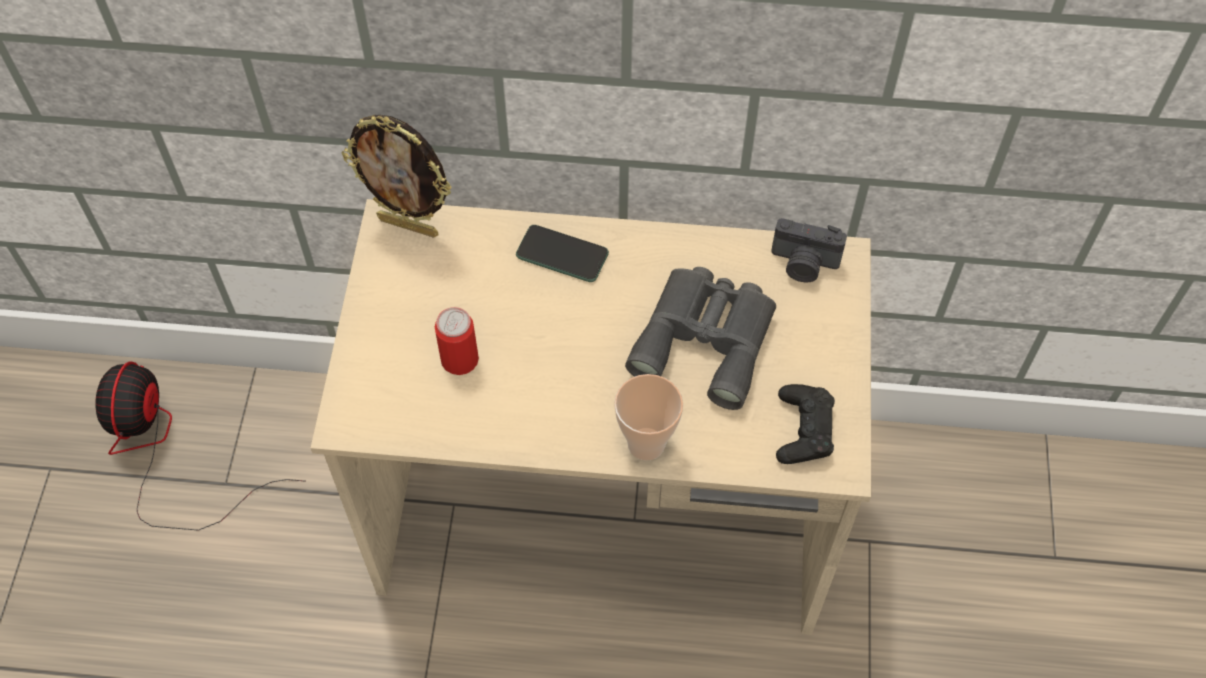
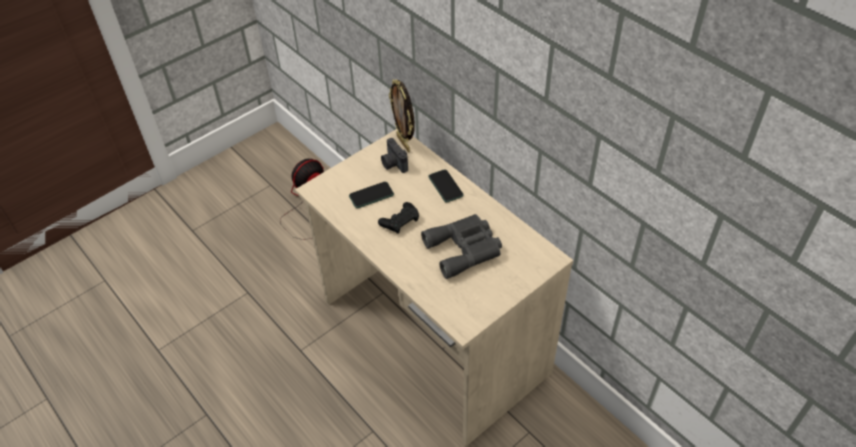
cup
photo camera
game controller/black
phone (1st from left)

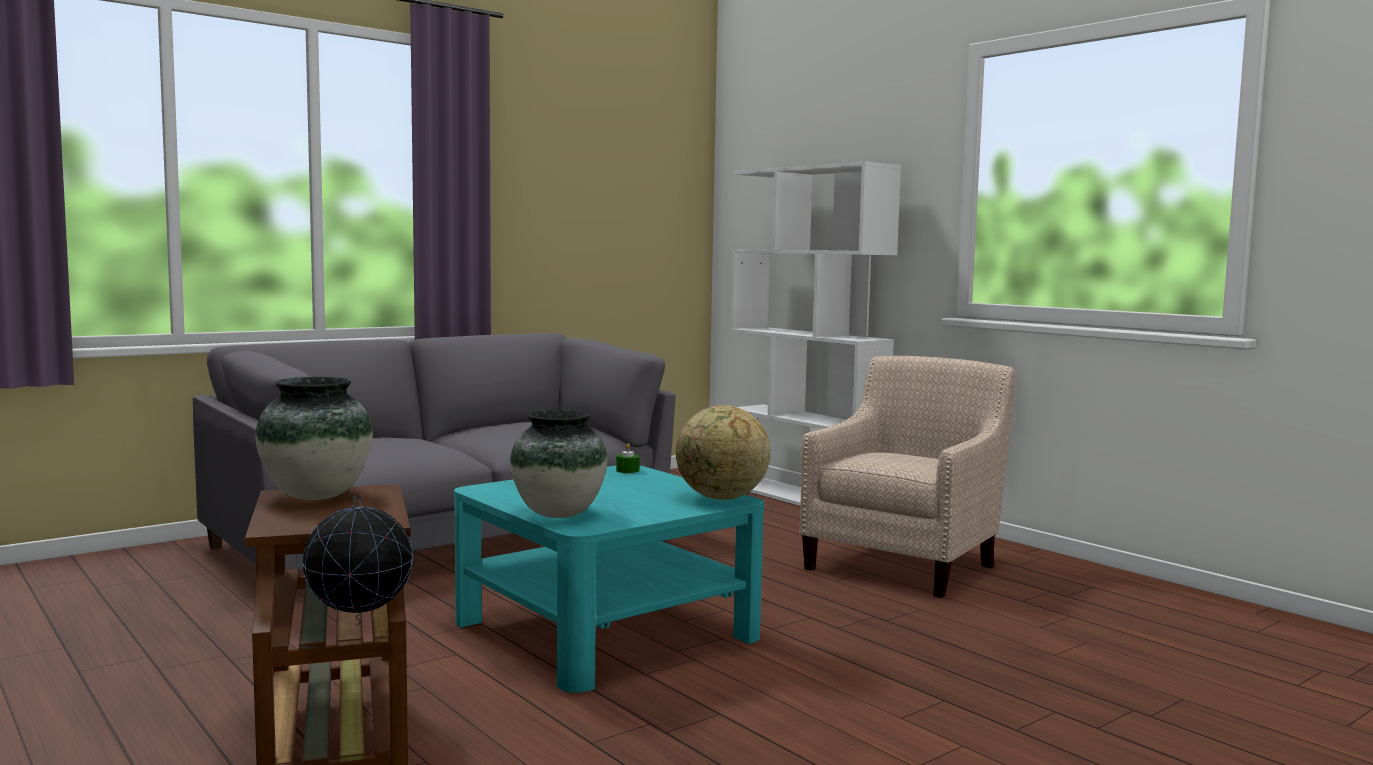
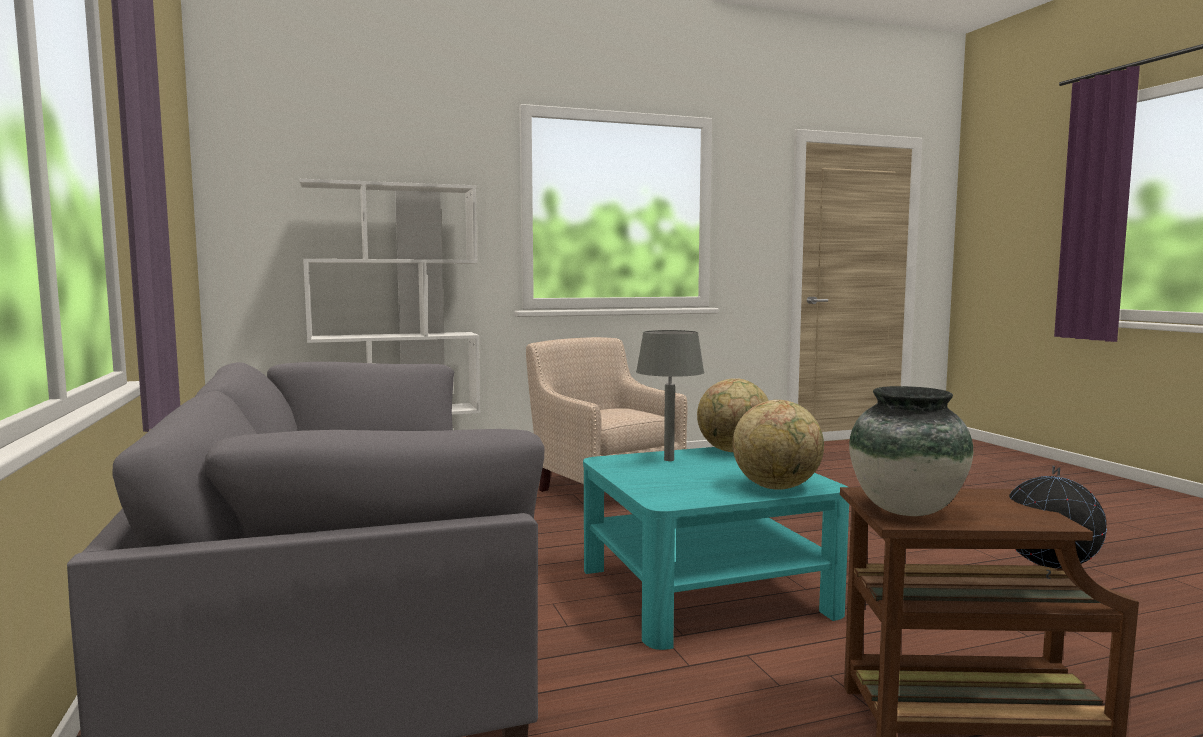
candle/green
table lamp/grey
globe (2nd from left)

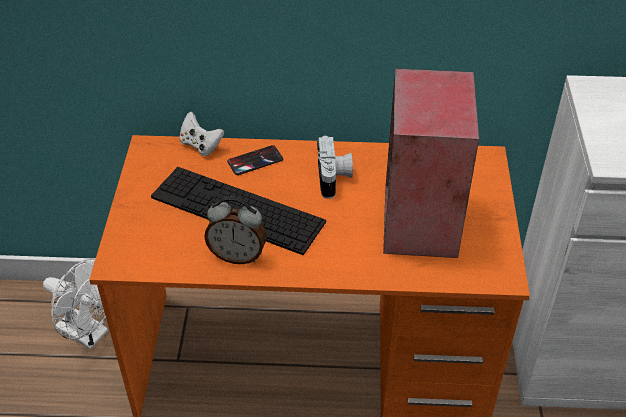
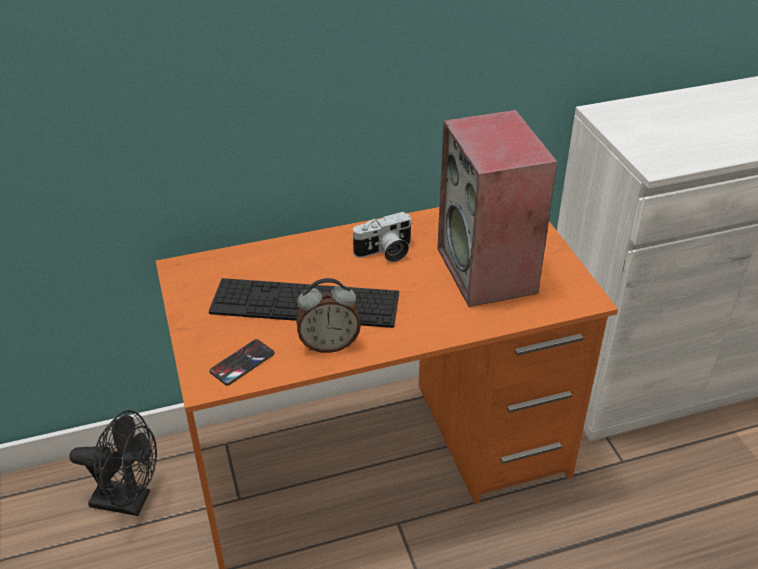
game controller/white
phone
fan/black
photo camera

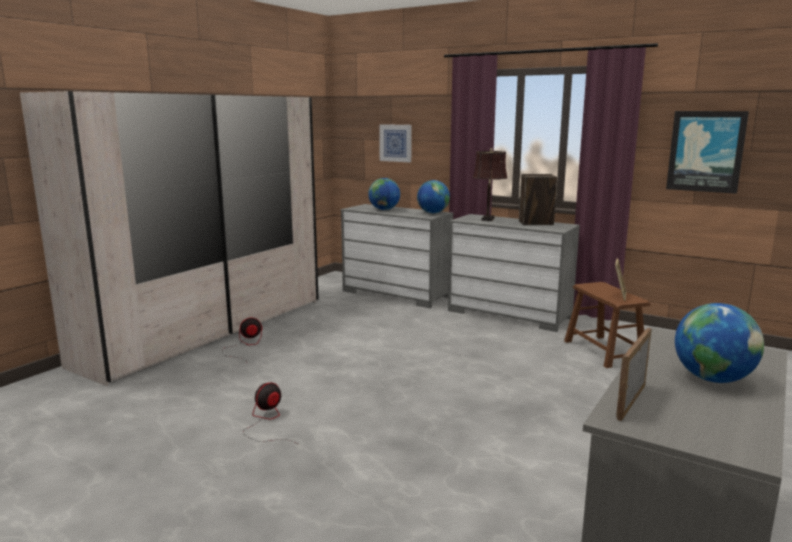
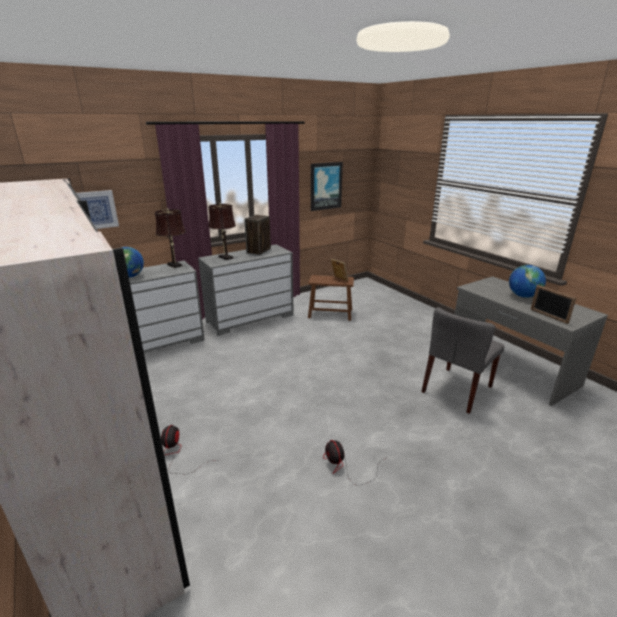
chair/grey
table lamp/brown (1st from left)

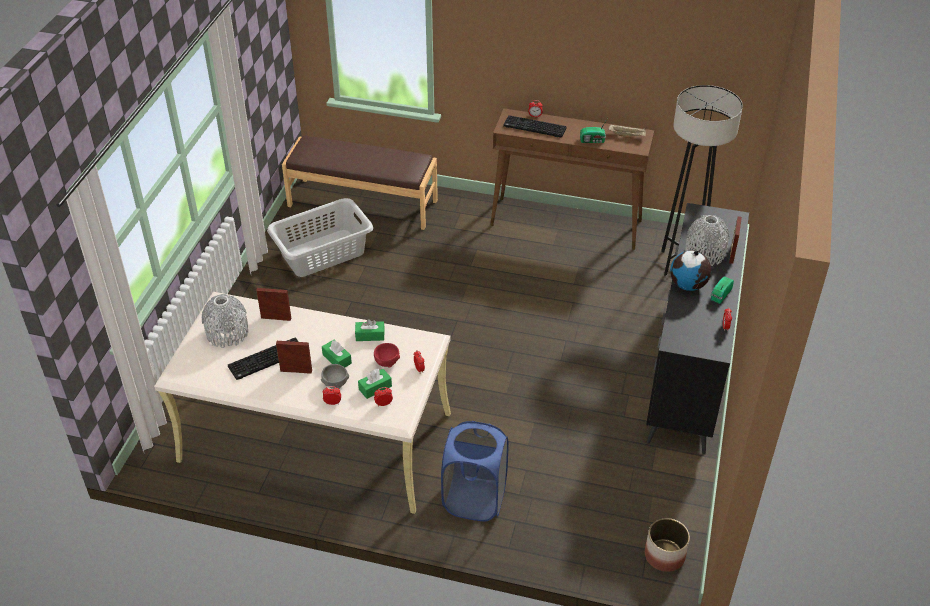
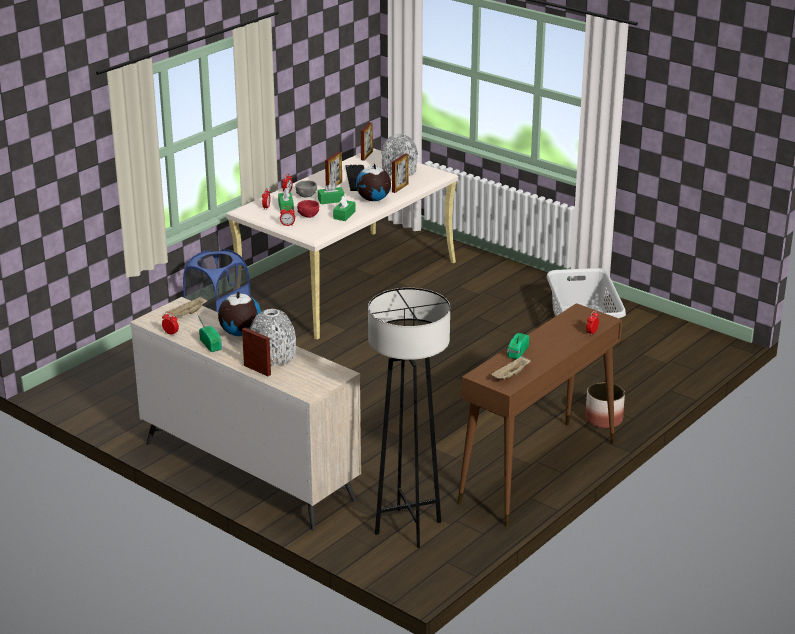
bench/brown
keyboard (2nd from left in the first image)
tray/beige (1st from left)
globe (2nd from left)
picture frame (3rd from left)
planter
dresser/beige

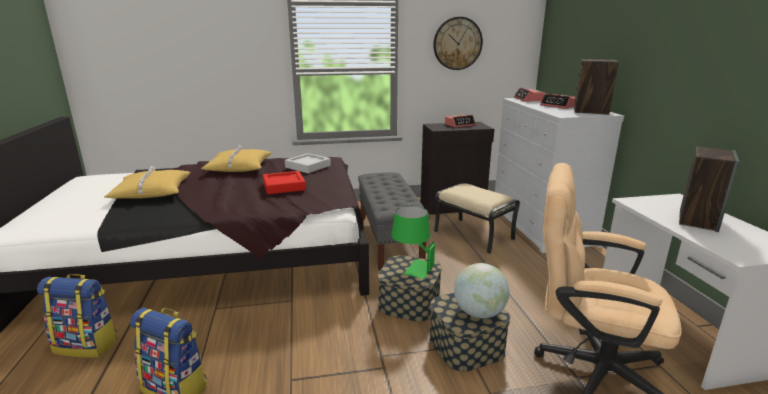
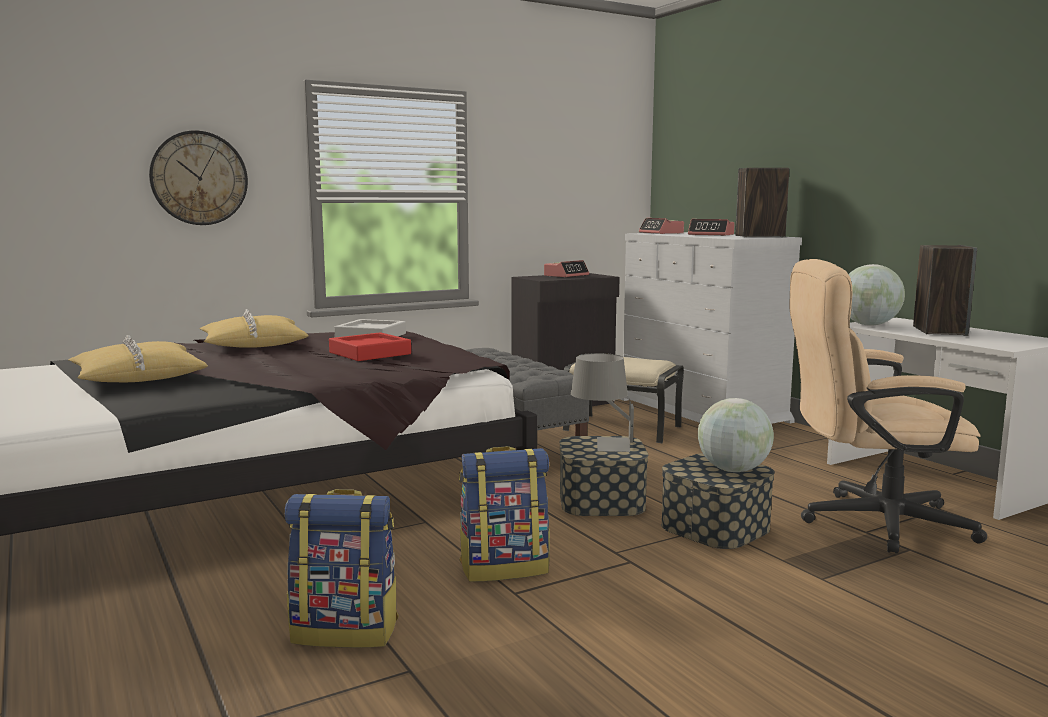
globe (2nd from left)
backpack (2nd from left)
wall clock
table lamp/grey

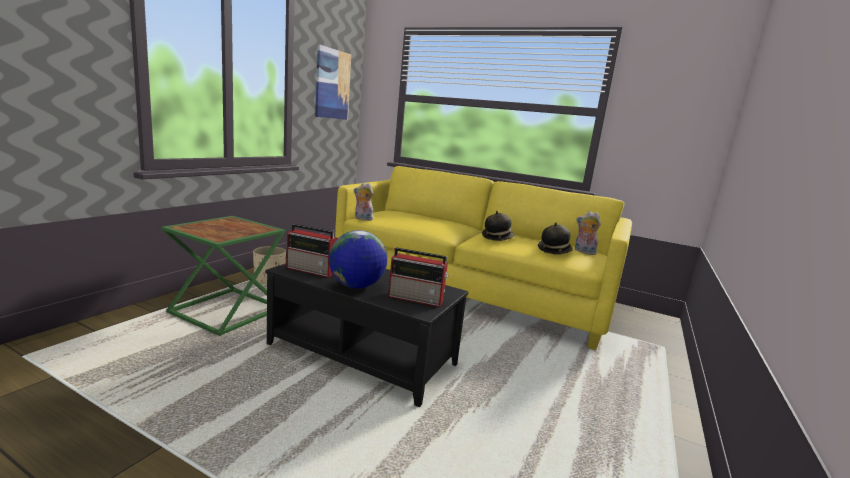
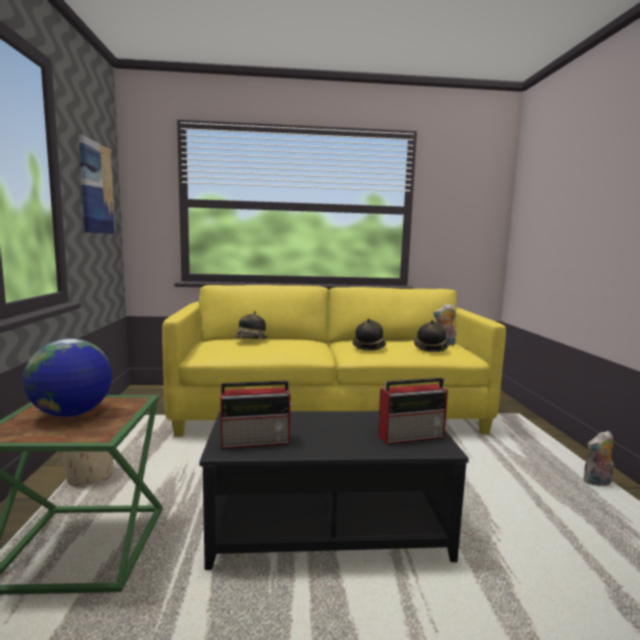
hat (1st from left)
globe
plush toy (2nd from left)

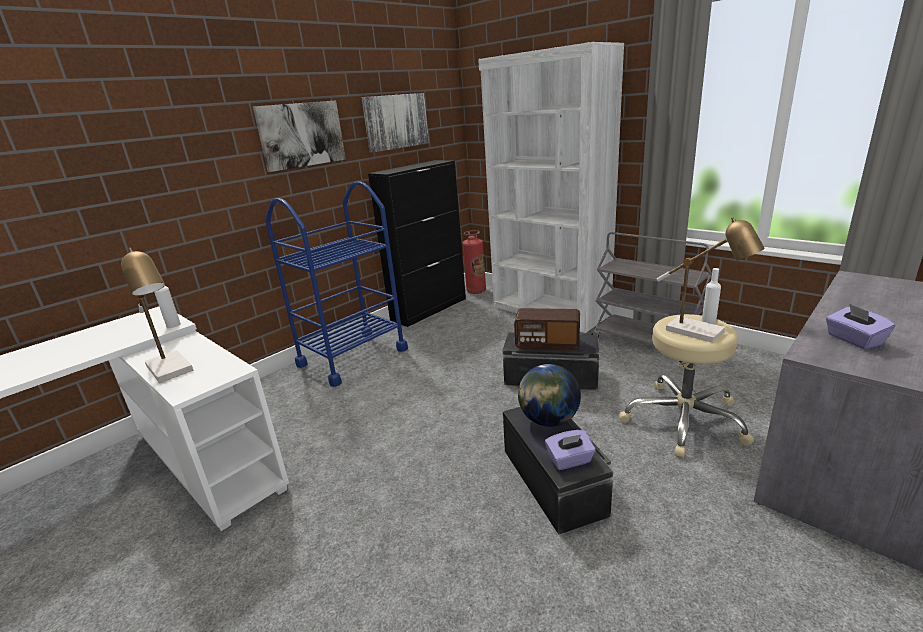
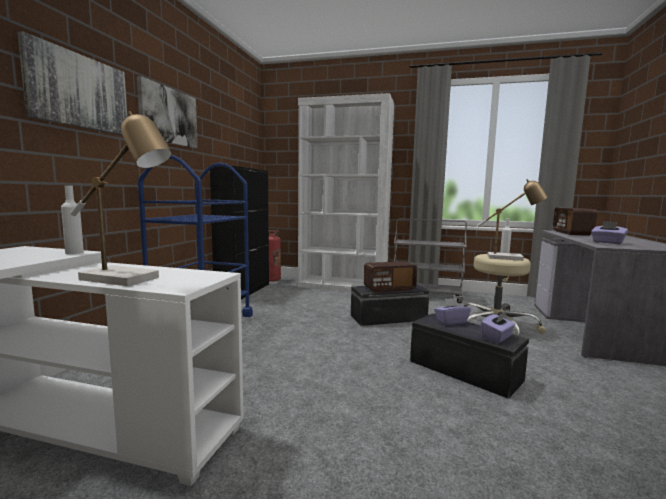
radio (2nd from left)
picture (1st from left)
tissue box/purple (1st from left)

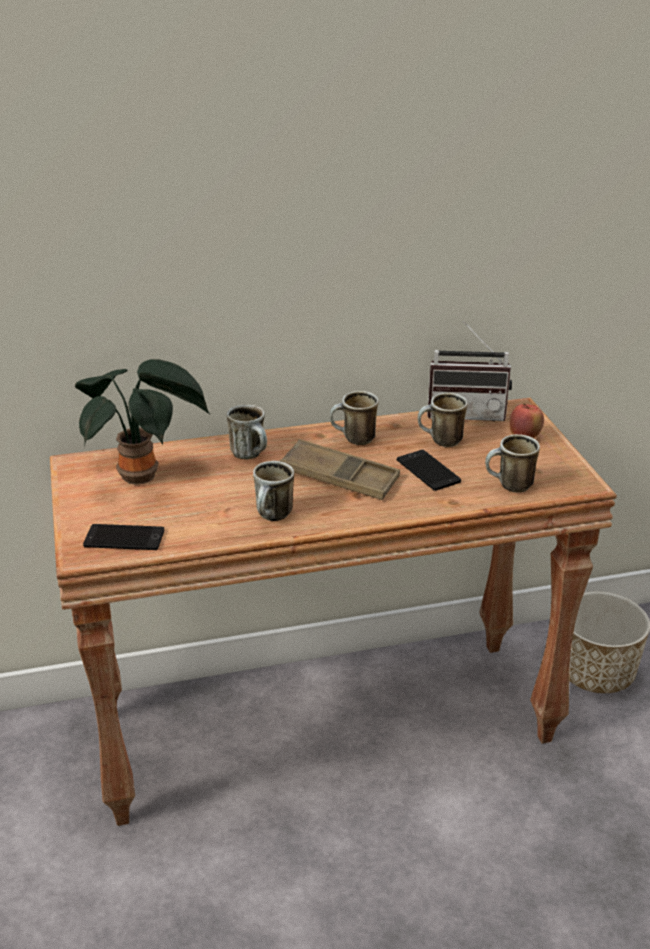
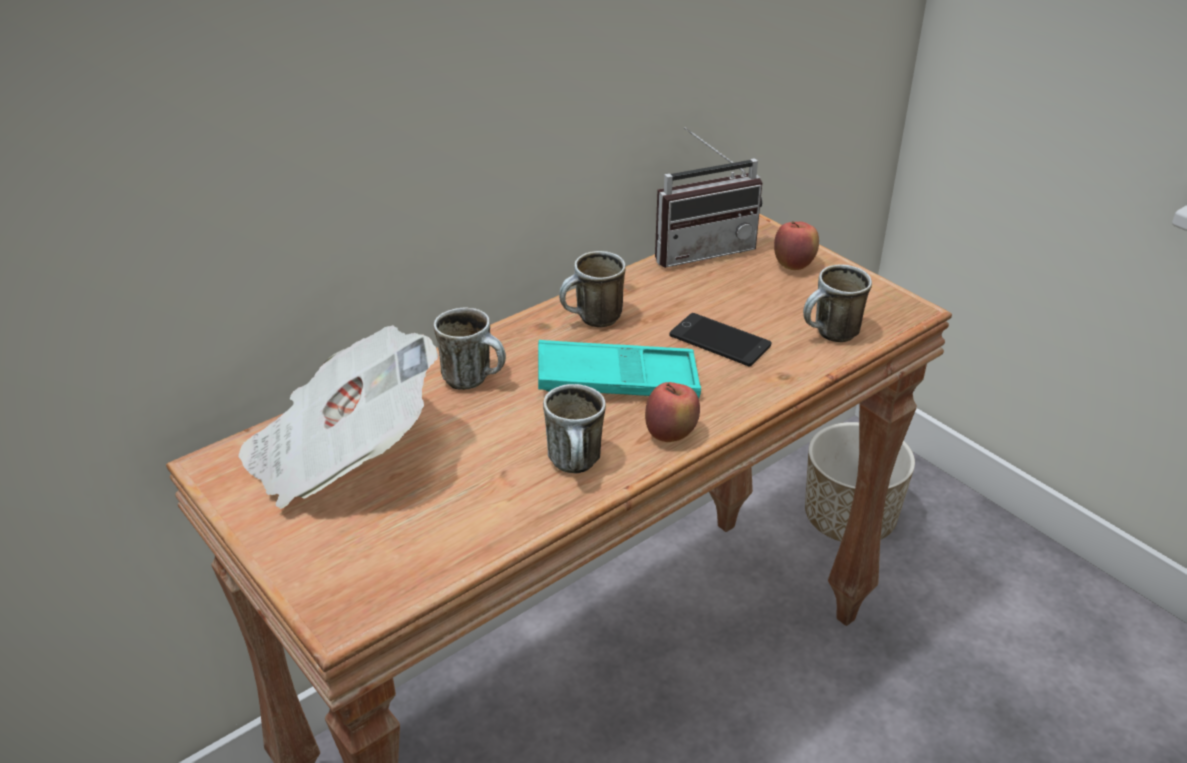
phone (1st from left in the first image)
mug (4th from left in the first image)
apple (1st from left)
newspaper
tray/turquoise

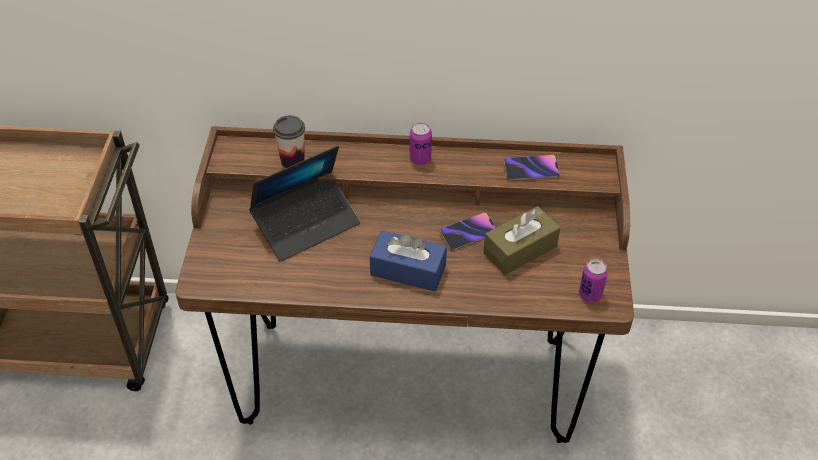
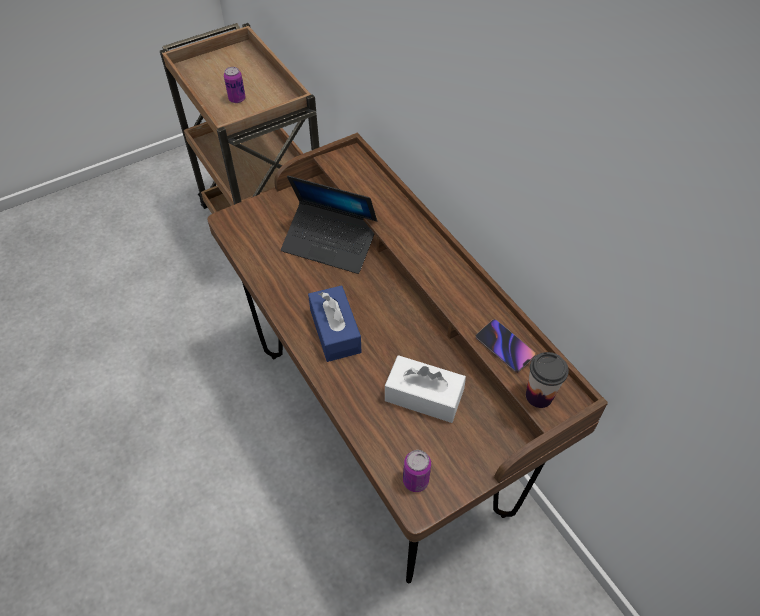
phone (1st from left in the first image)
cup
can (1st from left)
tissue box/white

